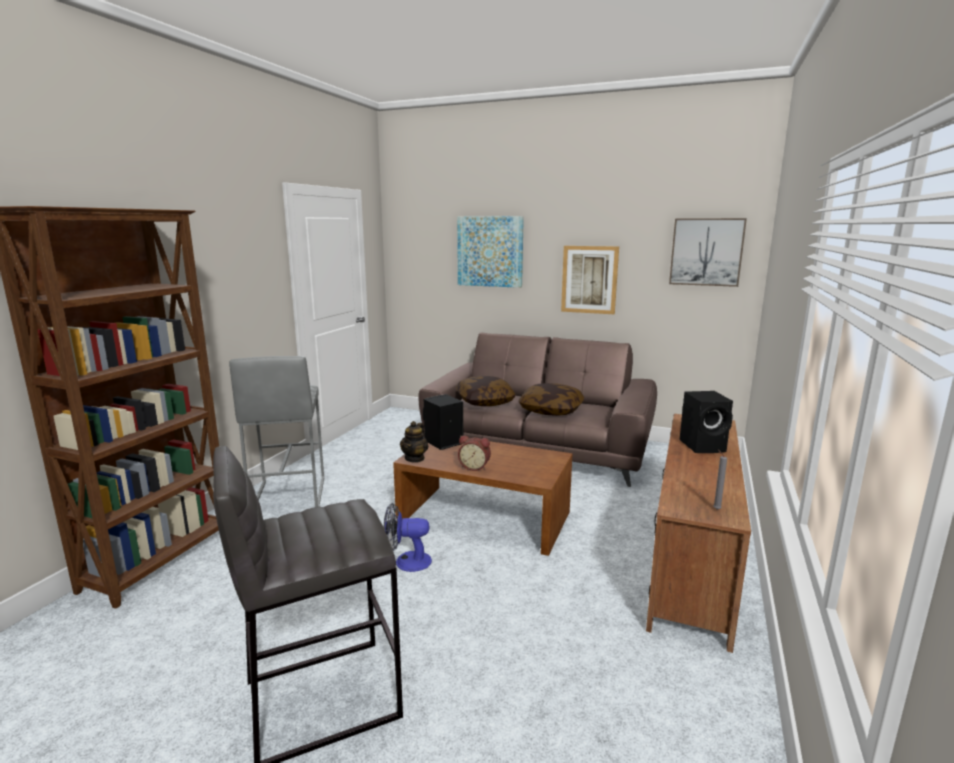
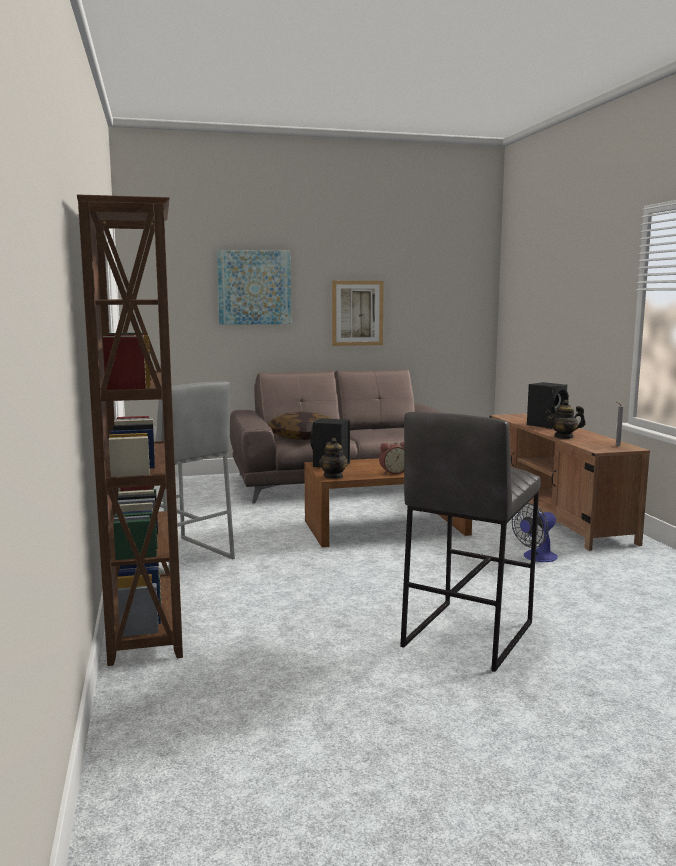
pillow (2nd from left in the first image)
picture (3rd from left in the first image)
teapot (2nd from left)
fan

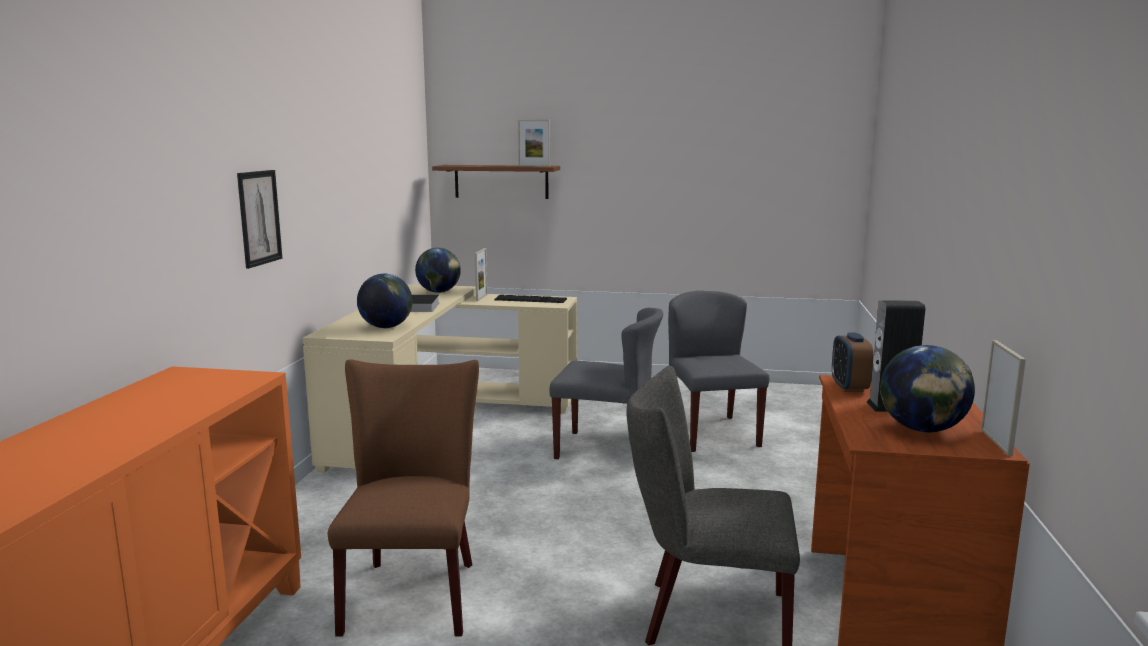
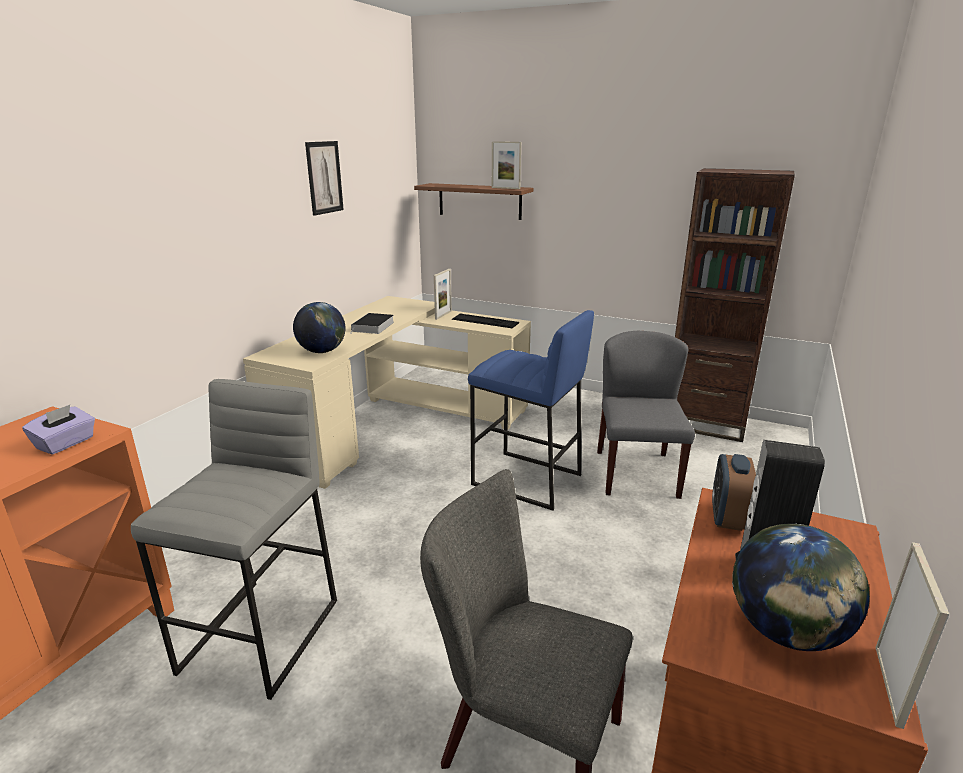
globe (2nd from left in the first image)
tissue box/purple
bookcase/brown
picture
stool/grey
stool/blue

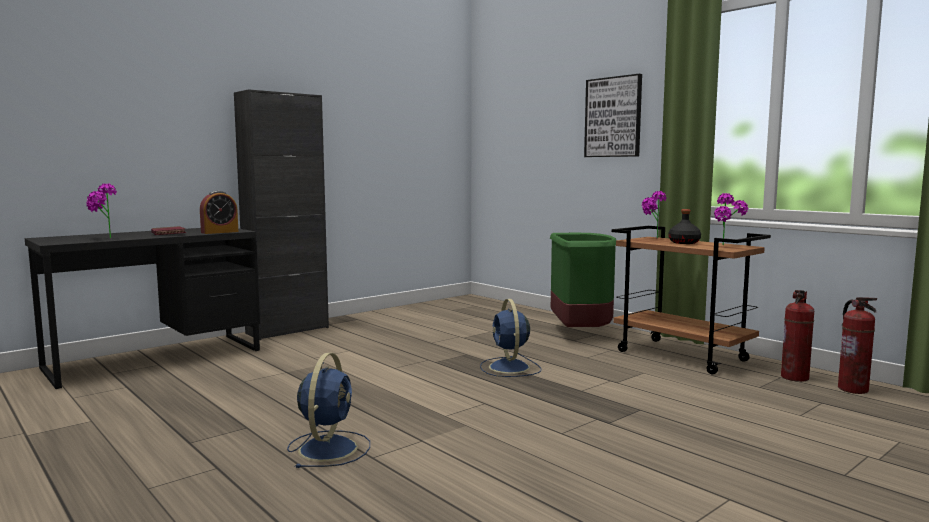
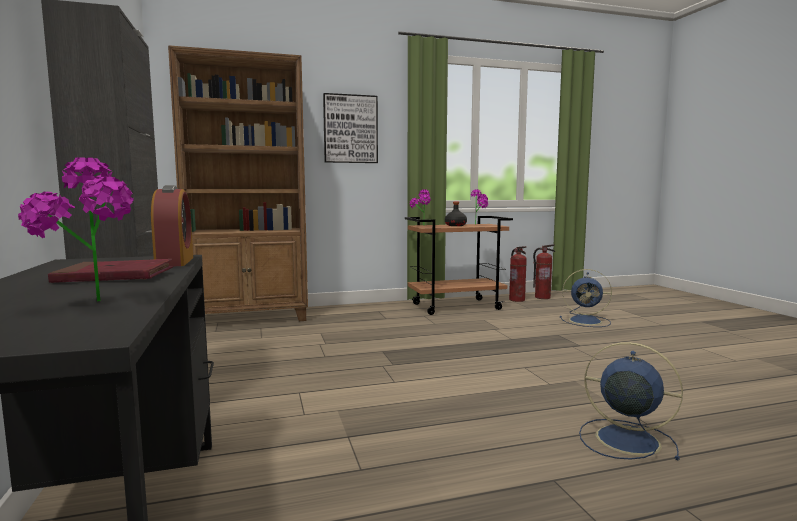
trash can/green
bookcase/brown
fan/blue (1st from left)

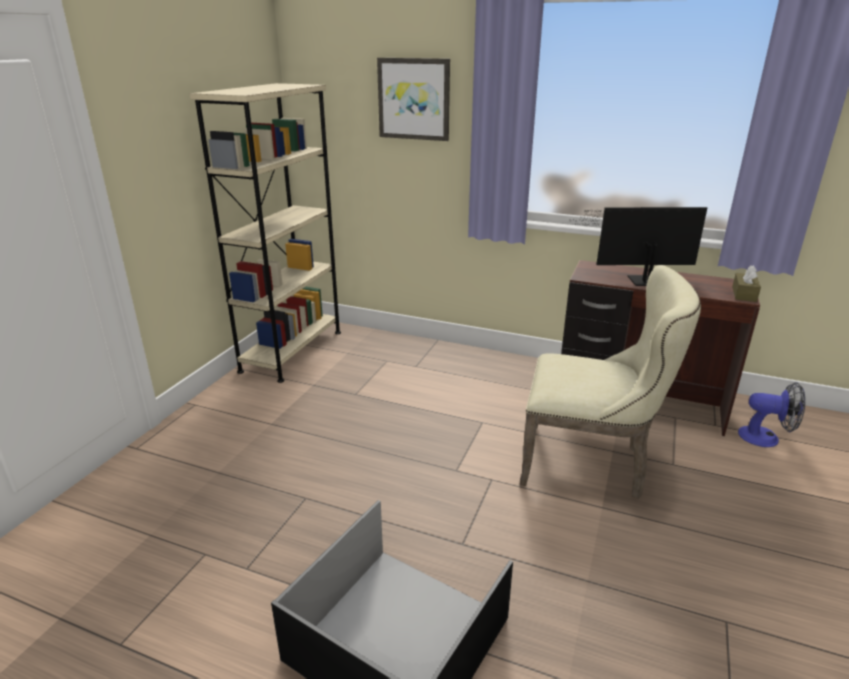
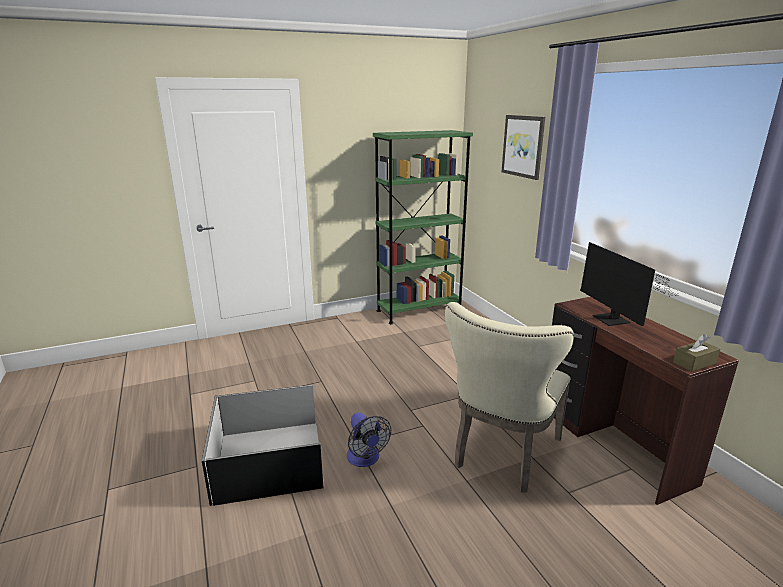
fan
bookcase/green
chair/beige
monitor

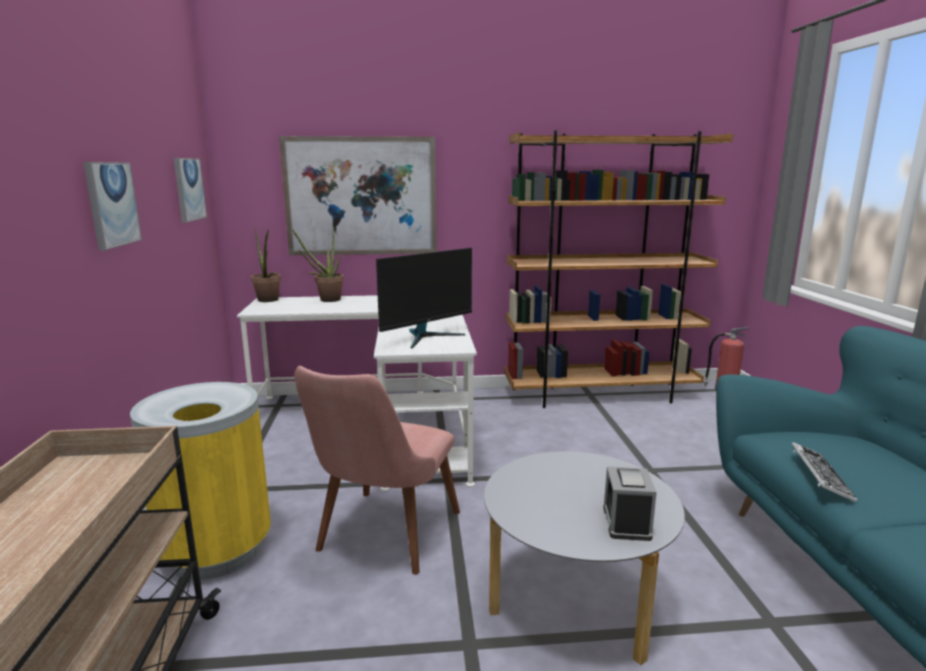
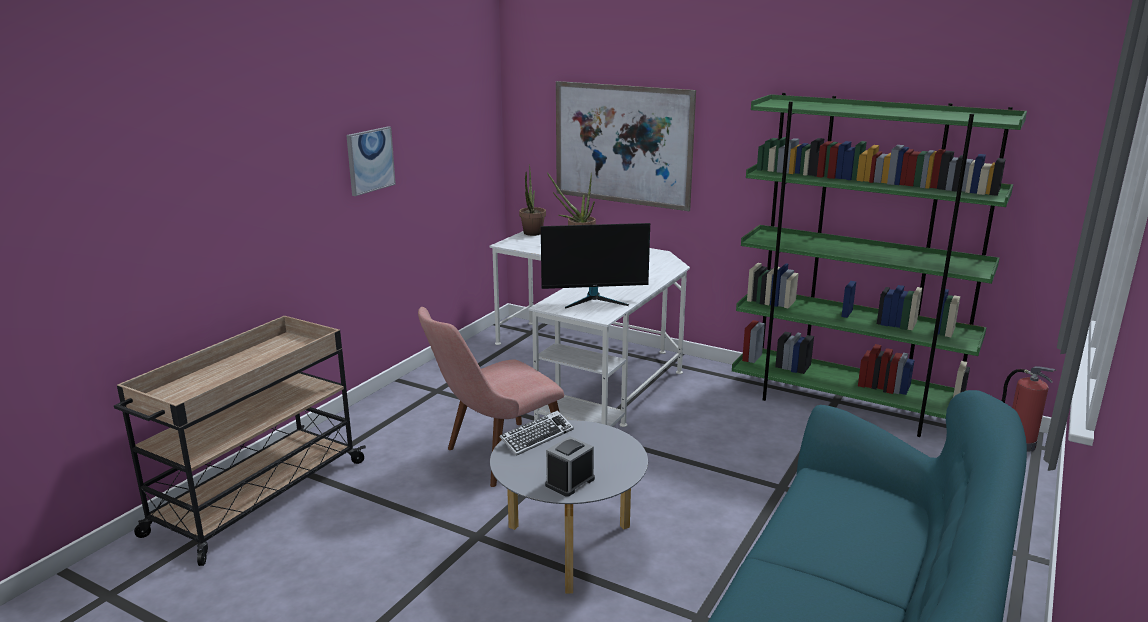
trash can/yellow
picture (2nd from left in the first image)
keyboard
bookcase/green

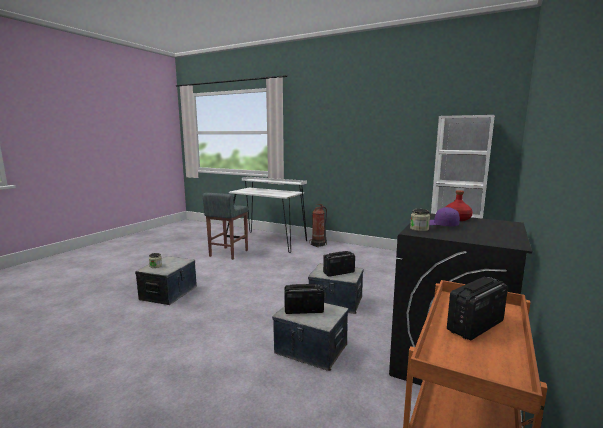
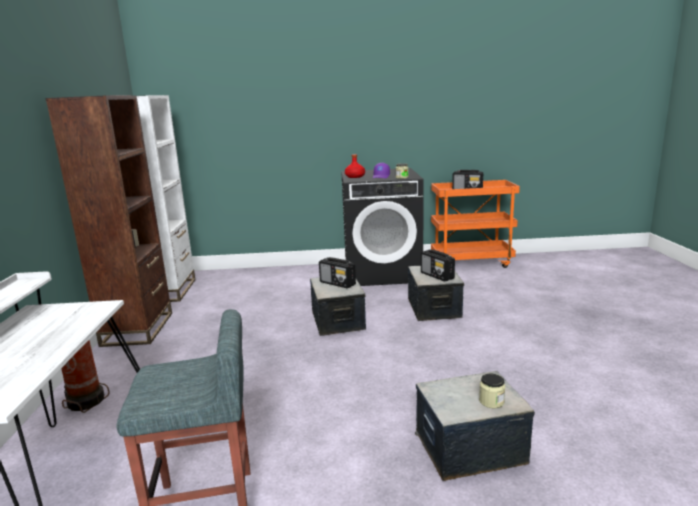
bookcase/brown

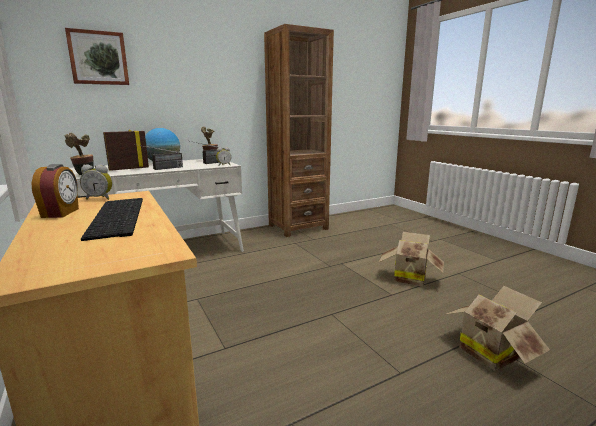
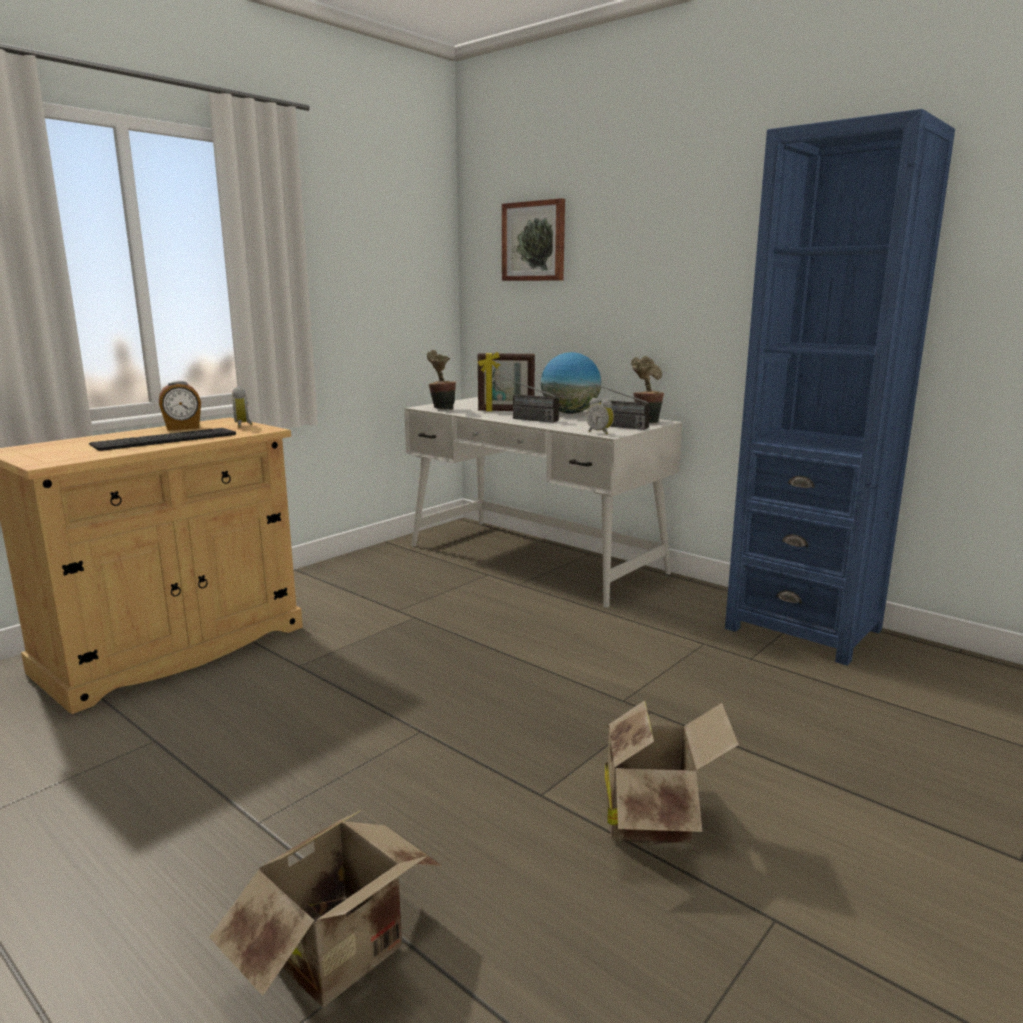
bookcase/blue
picture frame

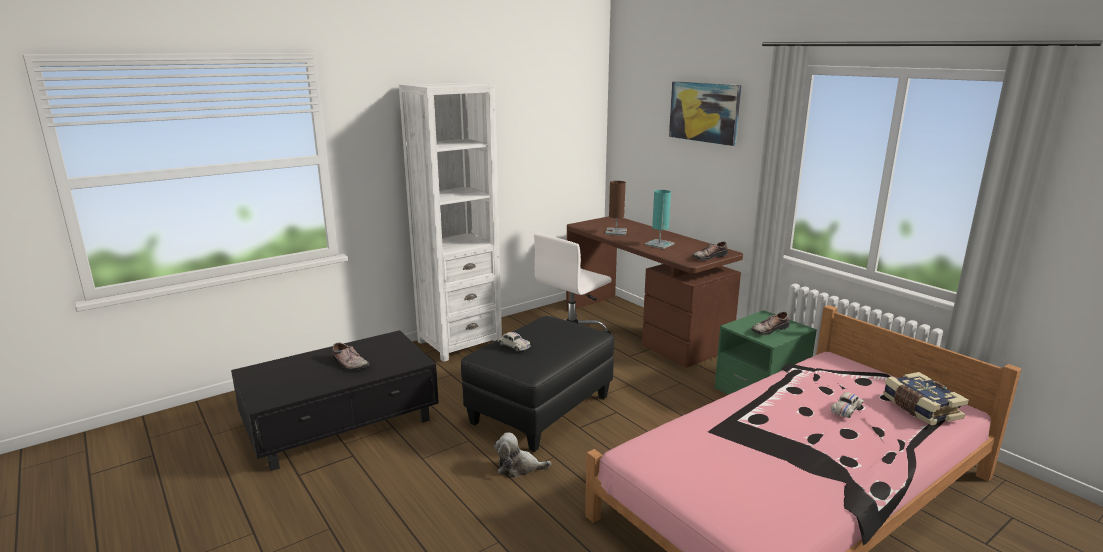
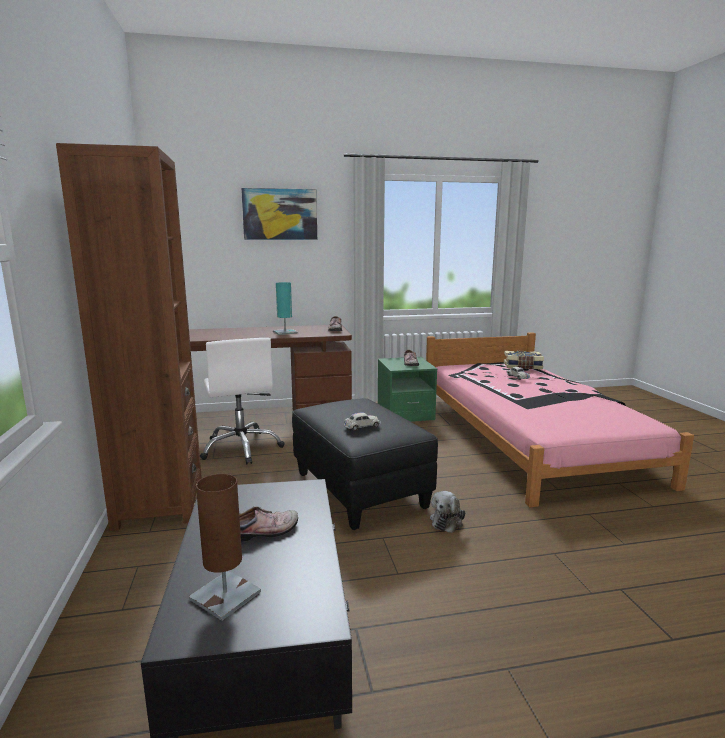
table lamp/brown
bookcase/brown

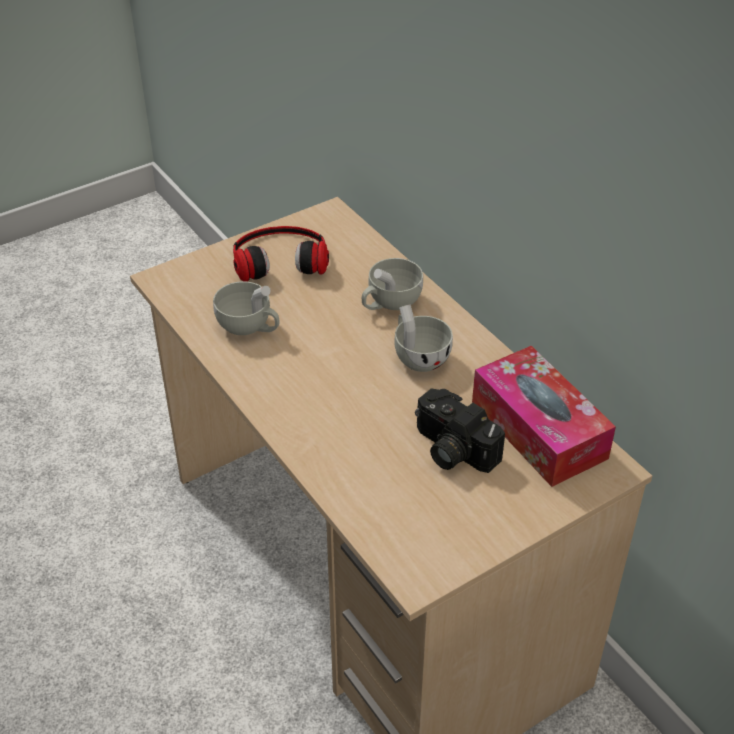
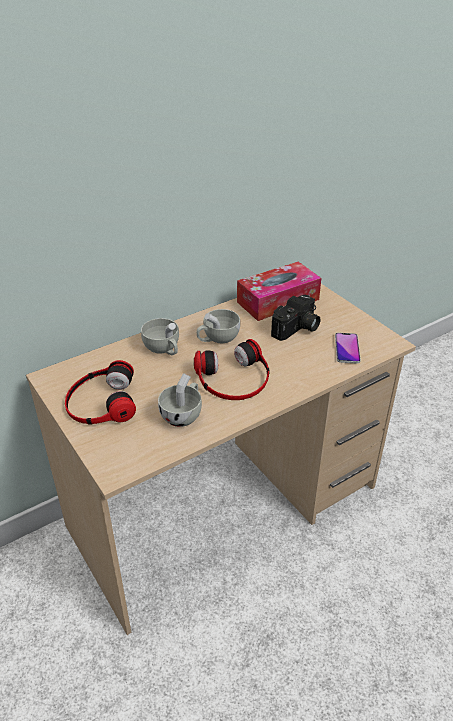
headphones (2nd from left)
phone

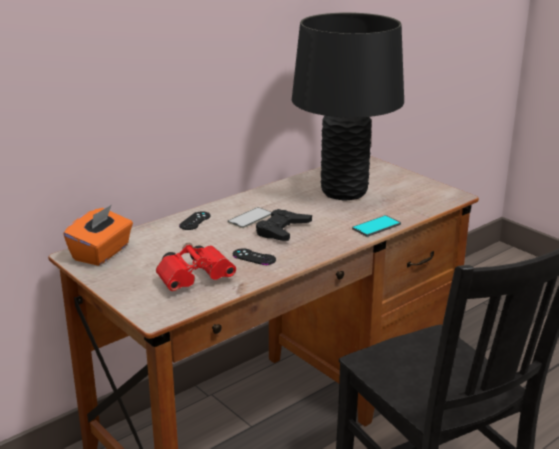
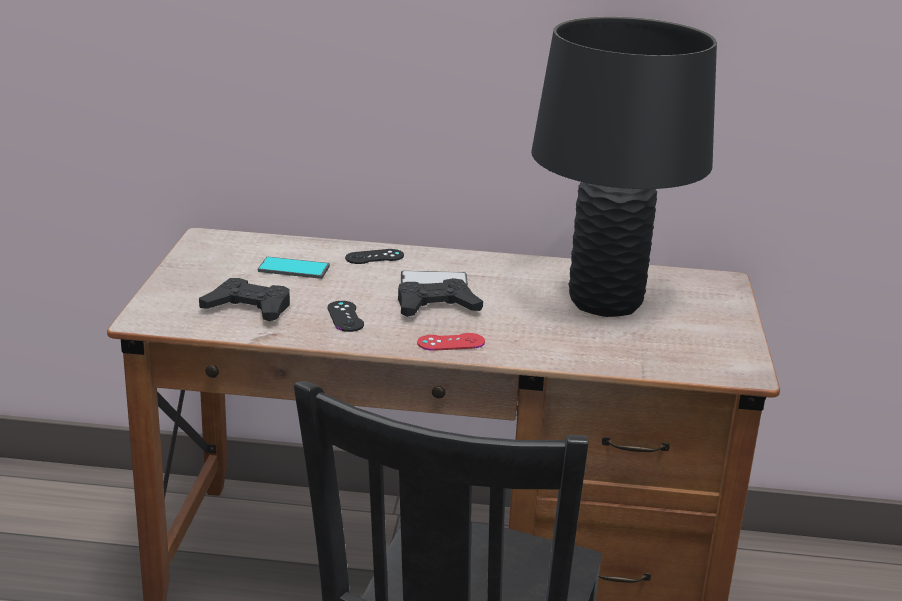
tissue box/orange
game controller/red
phone (1st from left)
game controller/black (1st from left)

